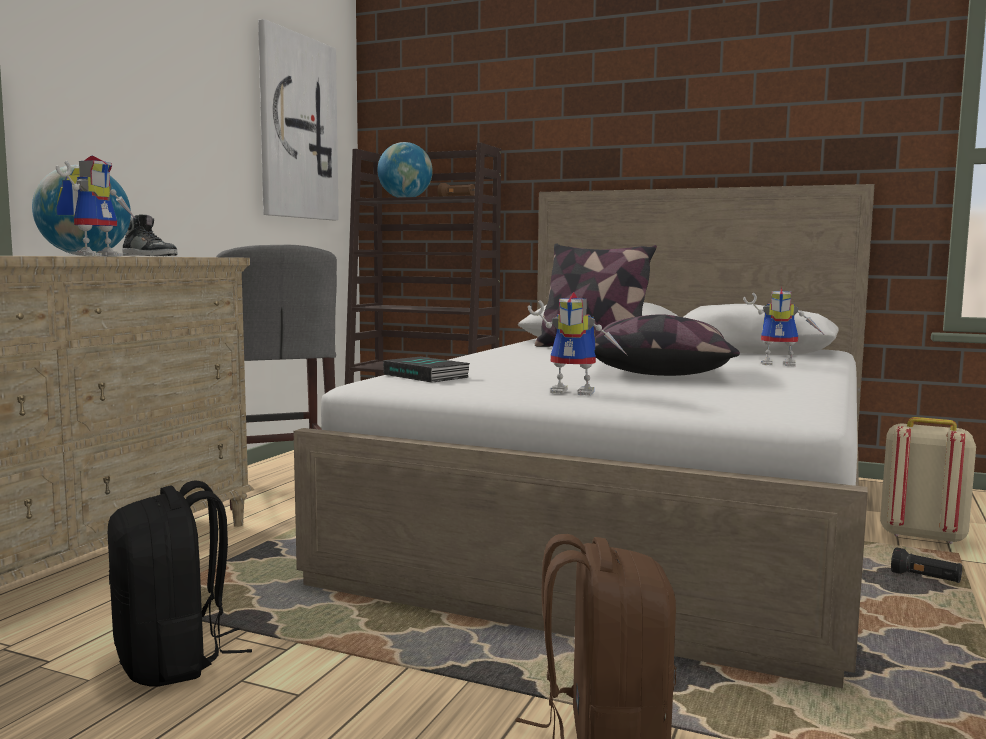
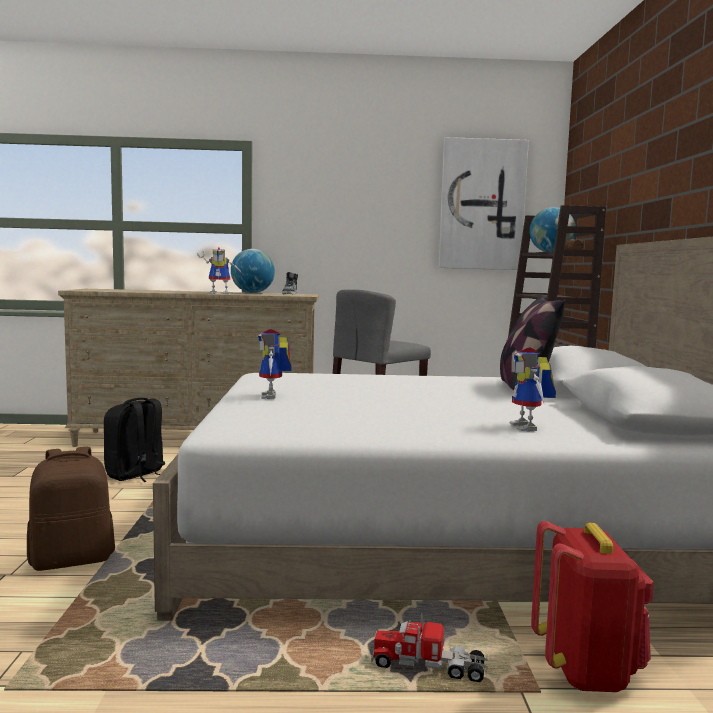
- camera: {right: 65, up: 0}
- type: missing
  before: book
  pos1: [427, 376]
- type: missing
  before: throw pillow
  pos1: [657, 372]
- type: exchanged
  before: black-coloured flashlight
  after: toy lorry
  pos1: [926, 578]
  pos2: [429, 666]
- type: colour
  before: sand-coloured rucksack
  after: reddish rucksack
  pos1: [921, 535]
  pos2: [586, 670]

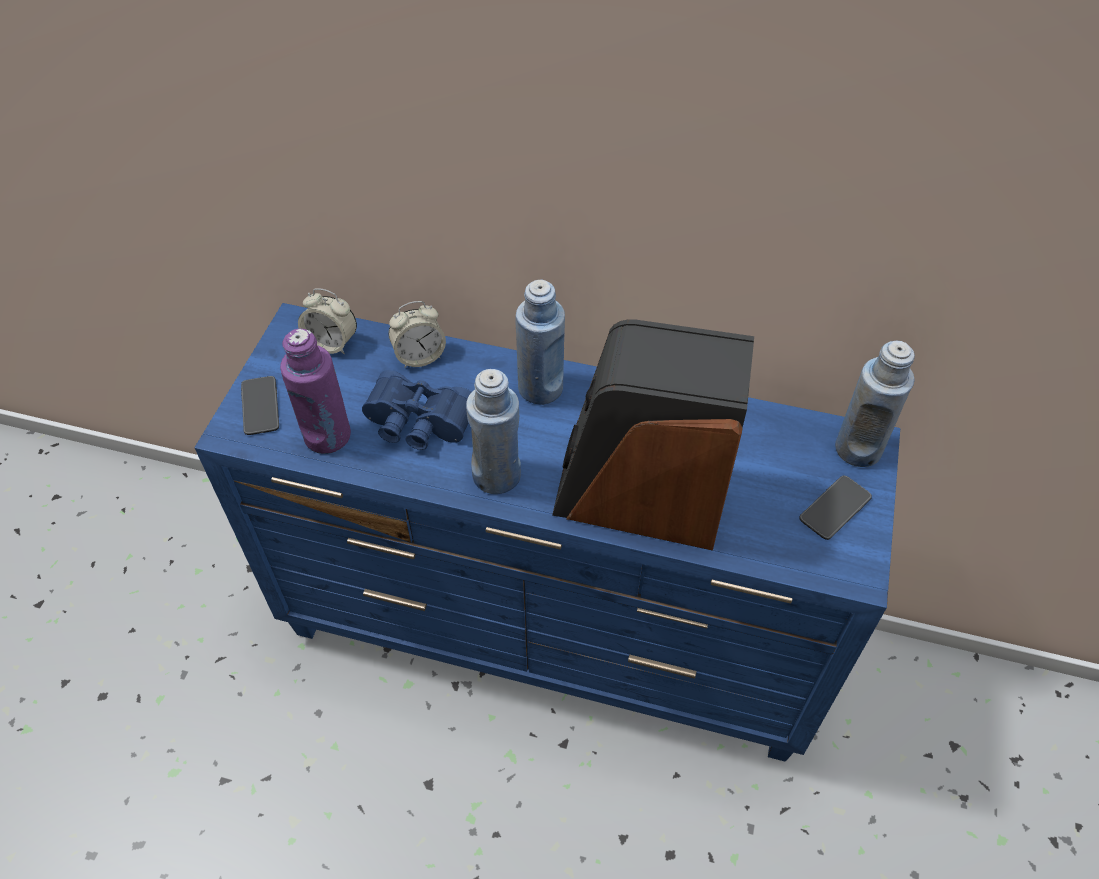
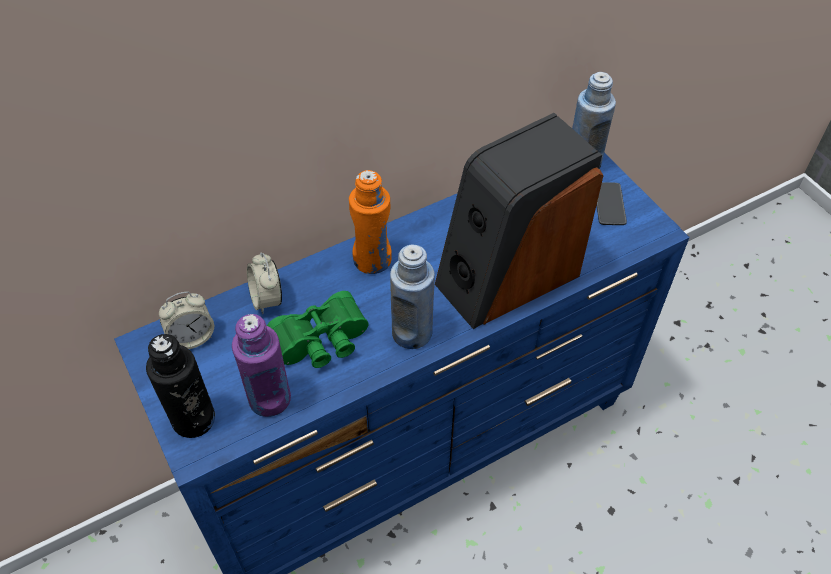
- camera: {right: -45, up: 0}
- type: exchanged
  before: handset
  after: black-coloured drink bottle
  pos1: [260, 406]
  pos2: [193, 419]
- type: colour
  before: blue-coloured pair of binoculars
  after: green-coloured pair of binoculars
  pos1: [417, 424]
  pos2: [322, 342]
- type: colour
  before: blue-coloured drink bottle
  after: orangey drink bottle
  pos1: [540, 388]
  pos2: [372, 260]
- type: spun
  before: table clock
  pos1: [419, 356]
  pos2: [267, 299]
  turn: 135

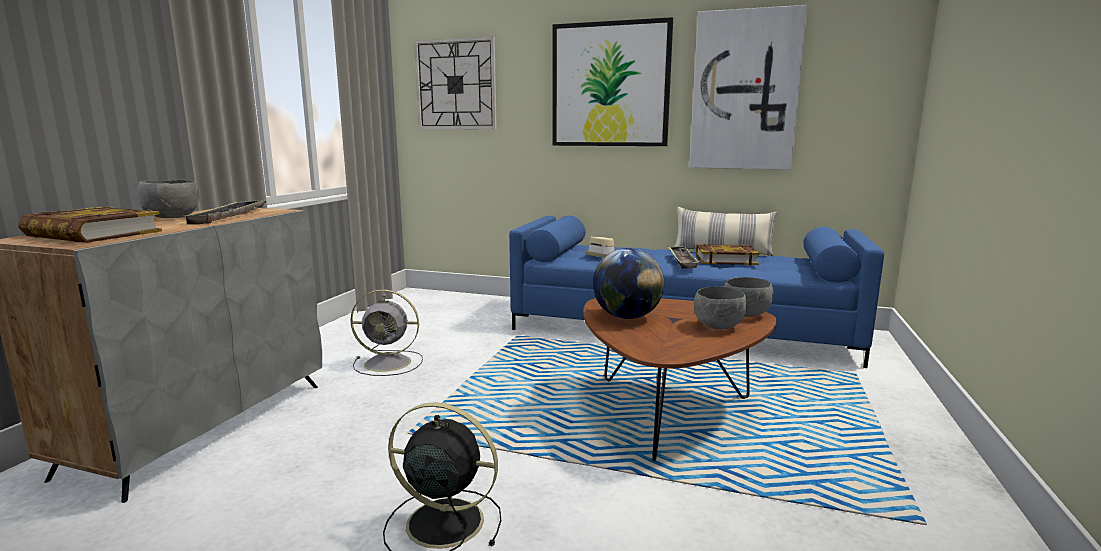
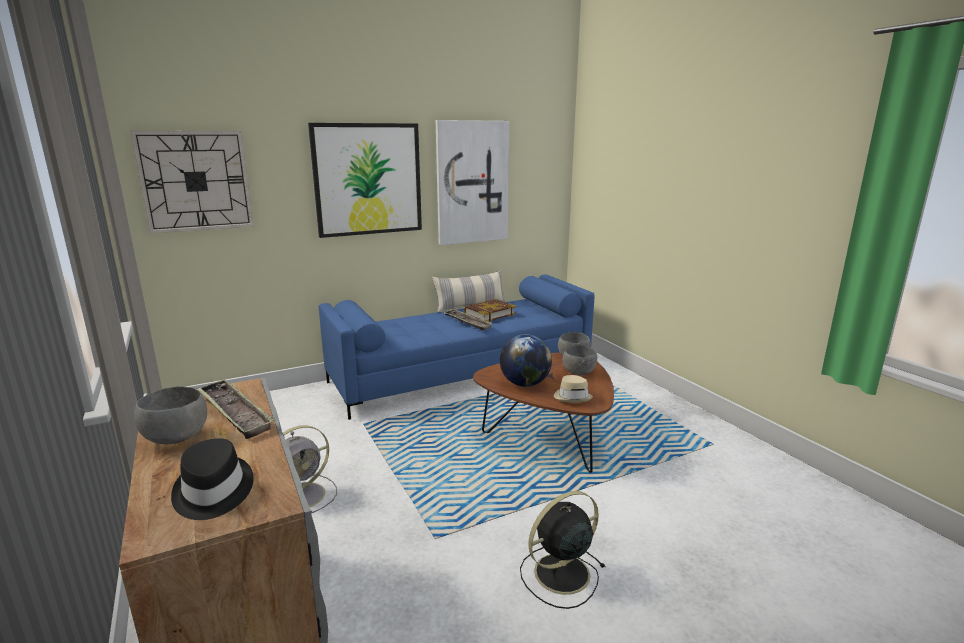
- camera: {right: -45, up: 5}
- type: relocated
  before: sand-coloured hat
  pos1: [603, 256]
  pos2: [572, 397]
- type: exchanged
  before: book
  after: black-coloured hat
  pos1: [93, 234]
  pos2: [212, 492]

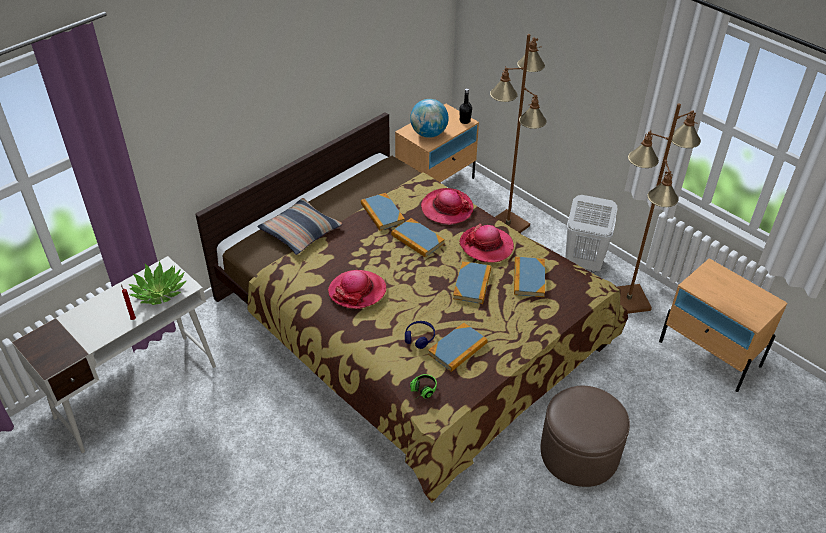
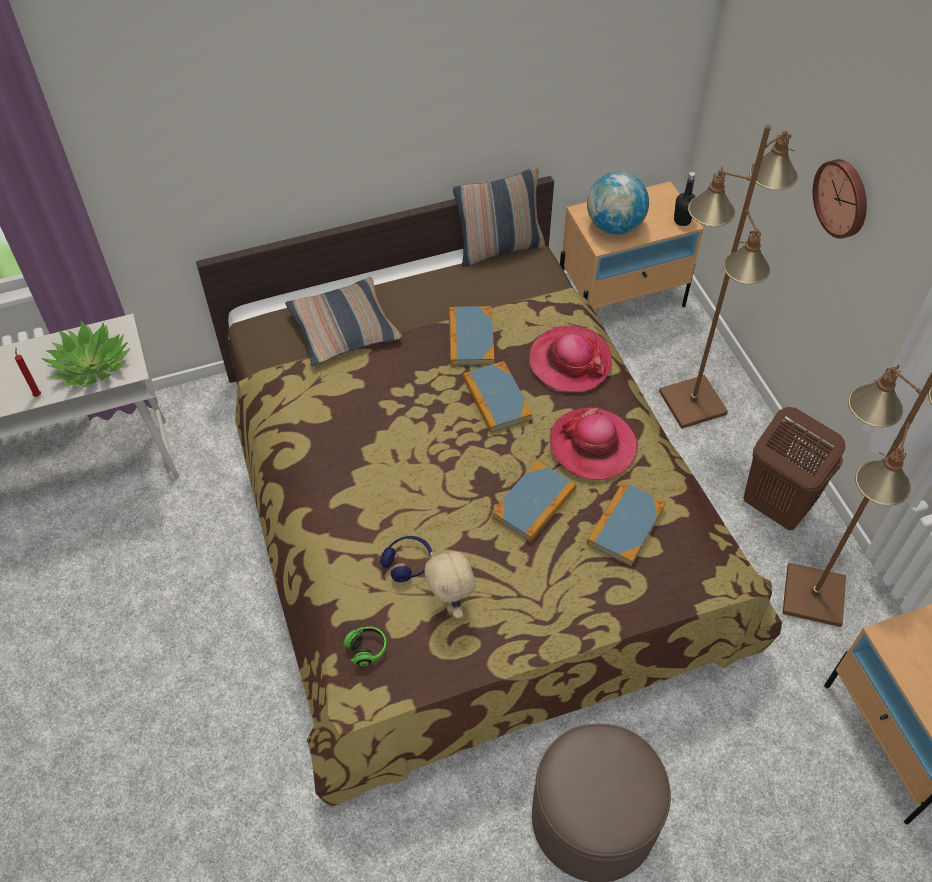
- camera: {right: 25, up: 10}
- type: missing
  before: hat
  pos1: [357, 291]
- type: appeared
  after: throw pillow
  pos2: [499, 248]
- type: appeared
  after: hanging clock
  pos2: [843, 198]
- type: exchanged
  before: book
  after: sand-coloured soft toy
  pos1: [457, 349]
  pos2: [451, 603]
- type: colour
  before: white-coloured hamper
  after: brownish hamper
  pos1: [582, 263]
  pos2: [774, 506]

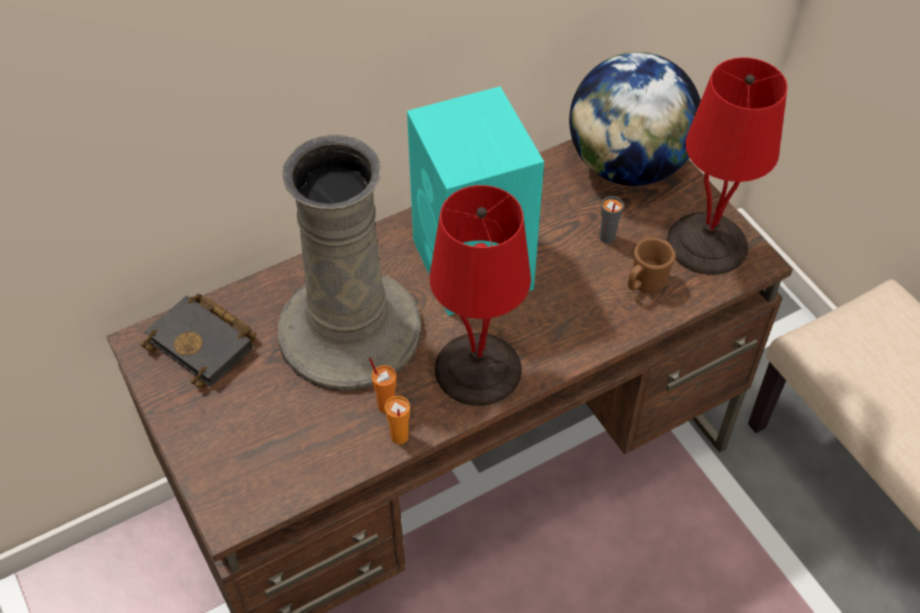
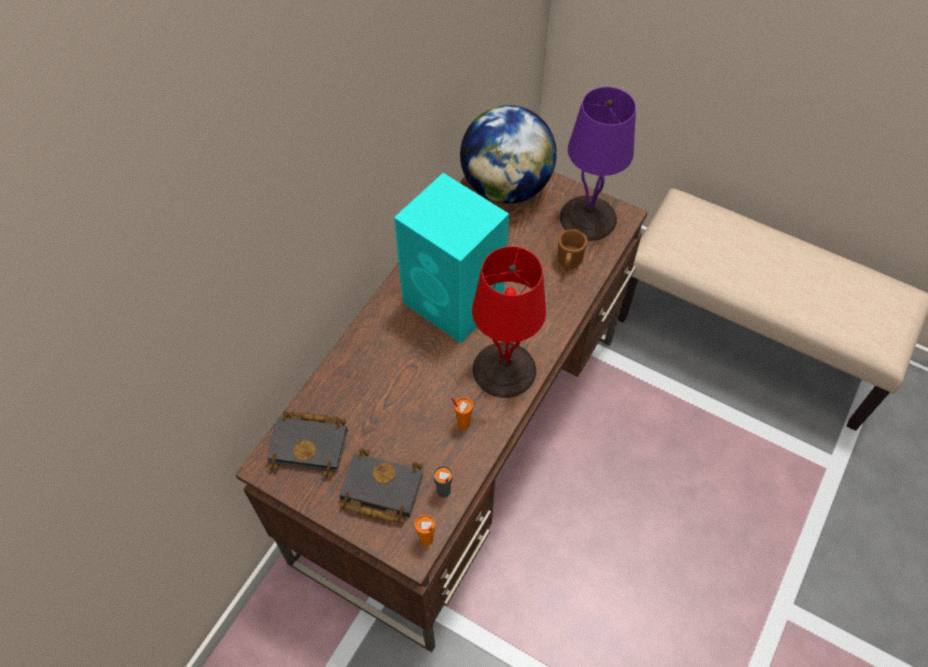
- camera: {right: -30, up: 5}
- type: missing
  before: sand-coloured flower vase
  pos1: [348, 330]
- type: appeared
  after: black-coloured book
  pos2: [379, 490]
- type: relocated
  before: orangey cup
  pos1: [399, 437]
  pos2: [426, 540]
- type: relocated
  before: grey cup
  pos1: [607, 238]
  pos2: [443, 491]
- type: colour
  before: reddish lamp for a table
  after: purple-coloured lamp for a table
  pos1: [708, 242]
  pos2: [588, 217]

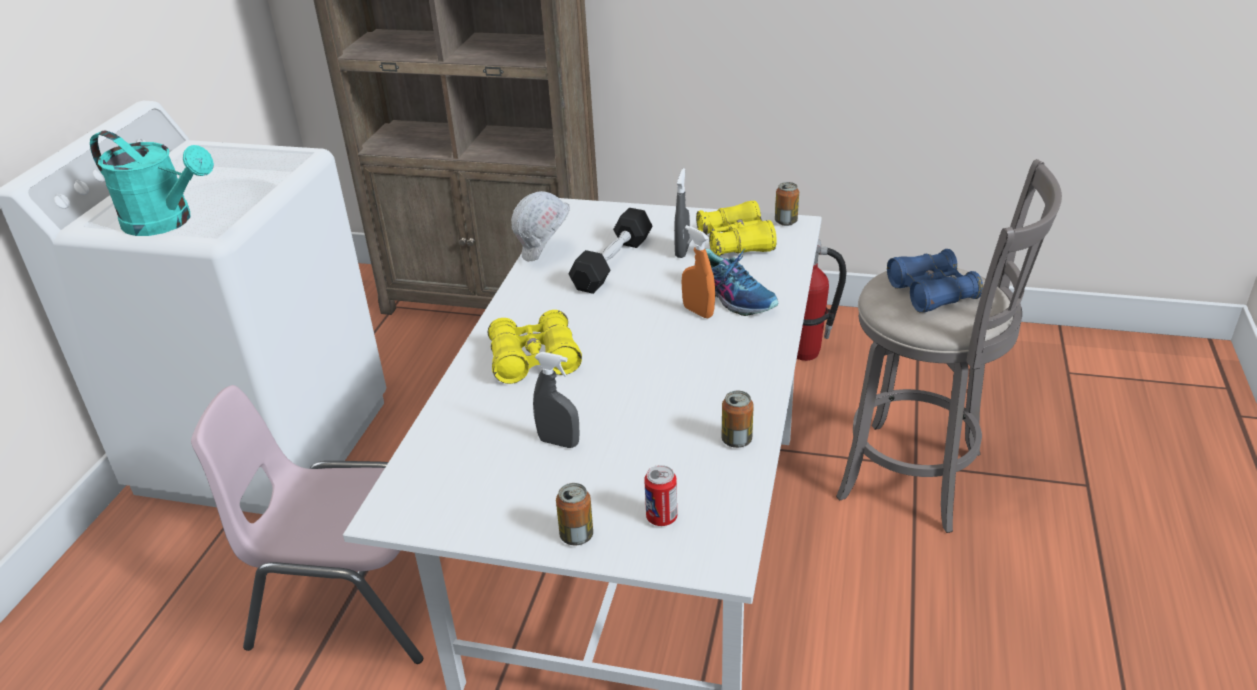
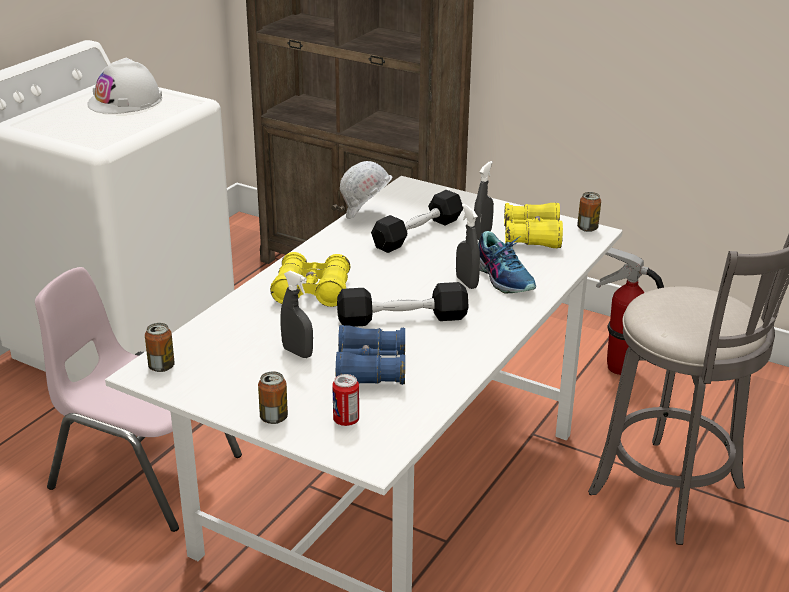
- camera: {right: 15, up: -5}
- type: missing
  before: turquoise-coloured watering can
  pos1: [167, 222]
- type: appeared
  after: white-coloured safety helmet
  pos2: [125, 101]
- type: appeared
  after: black-coloured hand weight
  pos2: [402, 318]
- type: relocated
  before: metal can
  pos1: [736, 440]
  pos2: [161, 366]
- type: relocated
  before: blue-coloured pair of binoculars
  pos1: [931, 292]
  pos2: [370, 369]
- type: colour
  before: orangey sprayer
  after: grey sprayer
  pos1: [698, 311]
  pos2: [466, 282]

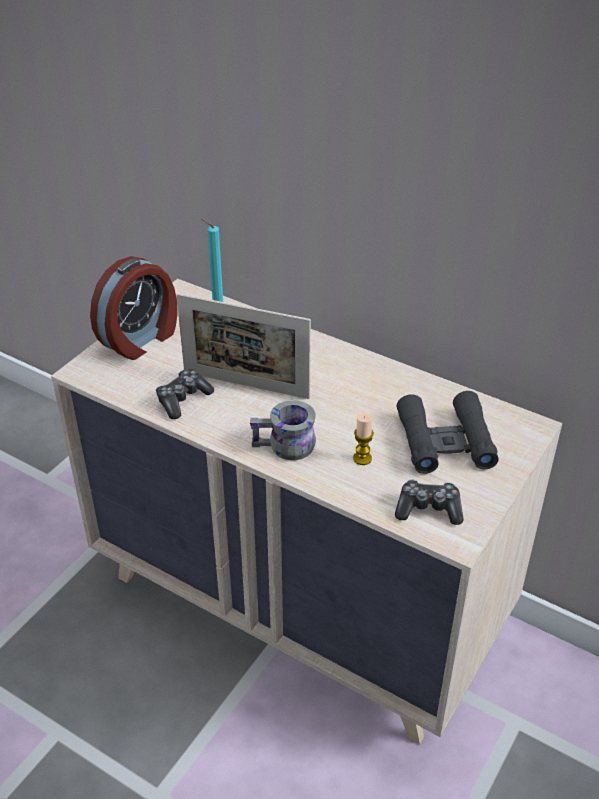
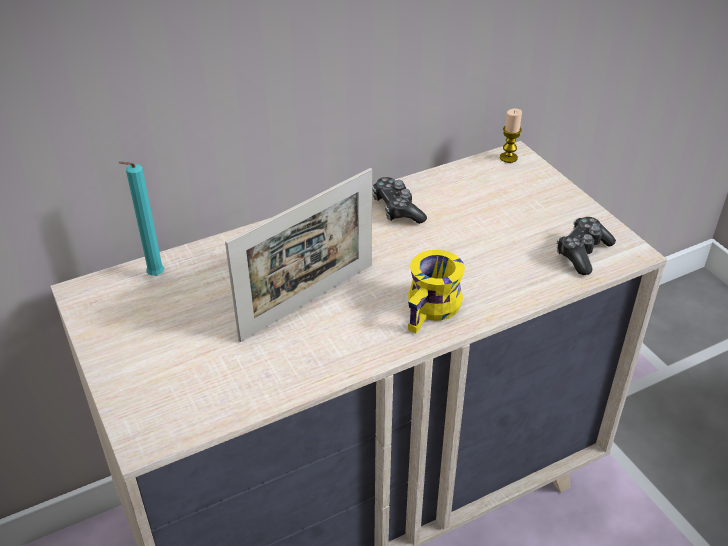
- camera: {right: -60, up: 0}
- type: missing
  before: table clock
  pos1: [141, 339]
- type: missing
  before: black-coloured pair of binoculars
  pos1: [445, 441]
- type: relocated
  before: joypad
  pos1: [183, 399]
  pos2: [397, 209]
- type: relocated
  before: wax light
  pos1: [362, 458]
  pos2: [508, 158]
- type: colour
  before: grey mug
  after: yellowish mug
  pos1: [285, 448]
  pos2: [434, 310]

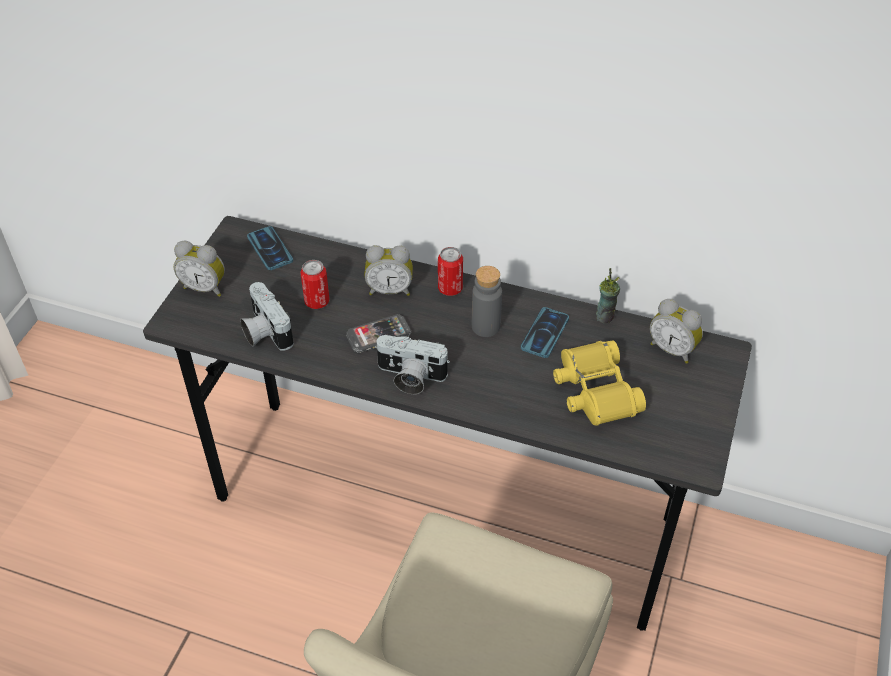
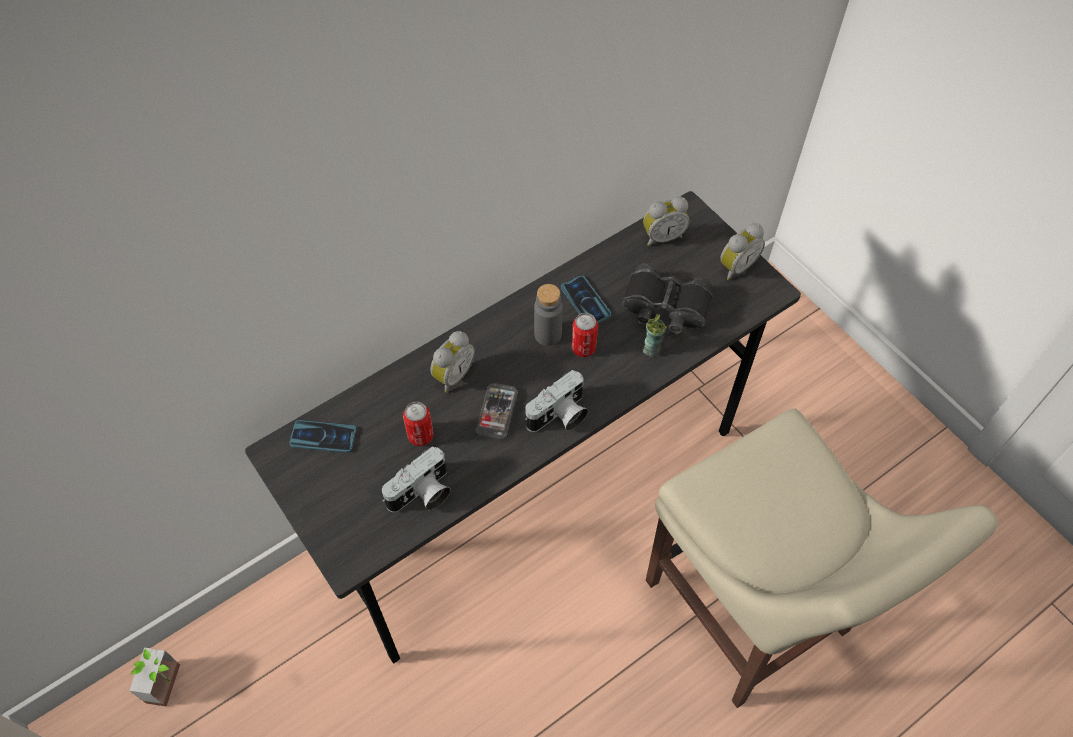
- camera: {right: -55, up: 10}
- type: appeared
  after: potted plant
  pos2: [172, 685]
- type: relocated
  before: table clock
  pos1: [205, 287]
  pos2: [735, 266]
- type: relocated
  before: metal can
  pos1: [450, 288]
  pos2: [583, 348]
- type: relocated
  before: cup
  pos1: [605, 316]
  pos2: [652, 349]
- type: colour
  before: yellowish pair of binoculars
  after: black-coloured pair of binoculars
  pos1: [594, 391]
  pos2: [665, 307]
- type: spun
  before: photo camera
  pos1: [264, 331]
  pos2: [422, 494]
  turn: -45

